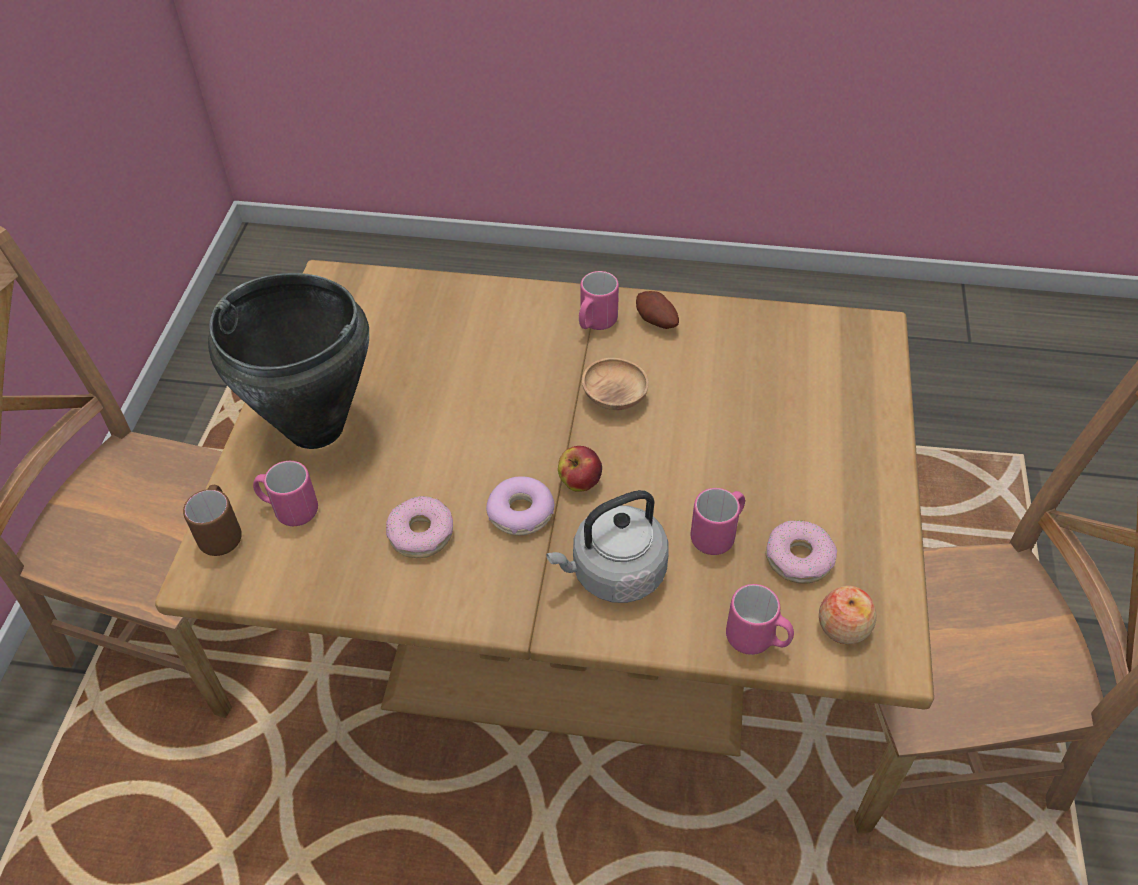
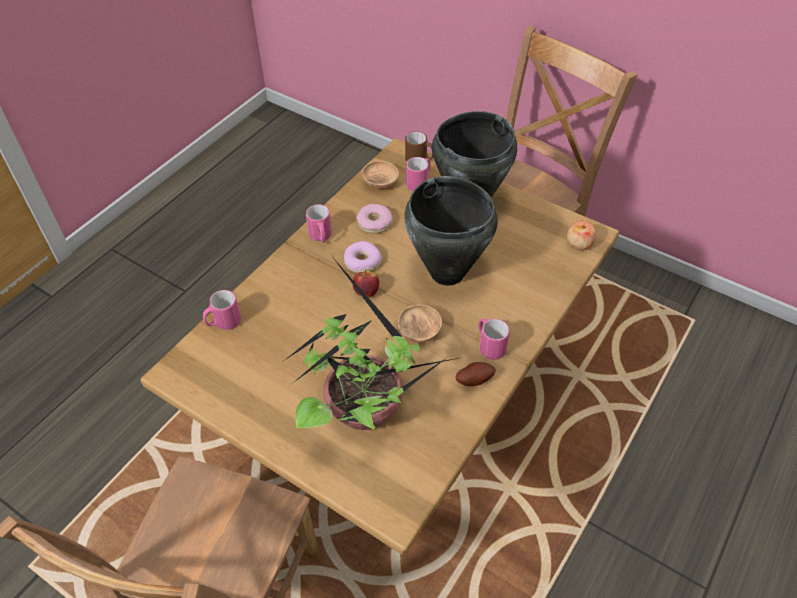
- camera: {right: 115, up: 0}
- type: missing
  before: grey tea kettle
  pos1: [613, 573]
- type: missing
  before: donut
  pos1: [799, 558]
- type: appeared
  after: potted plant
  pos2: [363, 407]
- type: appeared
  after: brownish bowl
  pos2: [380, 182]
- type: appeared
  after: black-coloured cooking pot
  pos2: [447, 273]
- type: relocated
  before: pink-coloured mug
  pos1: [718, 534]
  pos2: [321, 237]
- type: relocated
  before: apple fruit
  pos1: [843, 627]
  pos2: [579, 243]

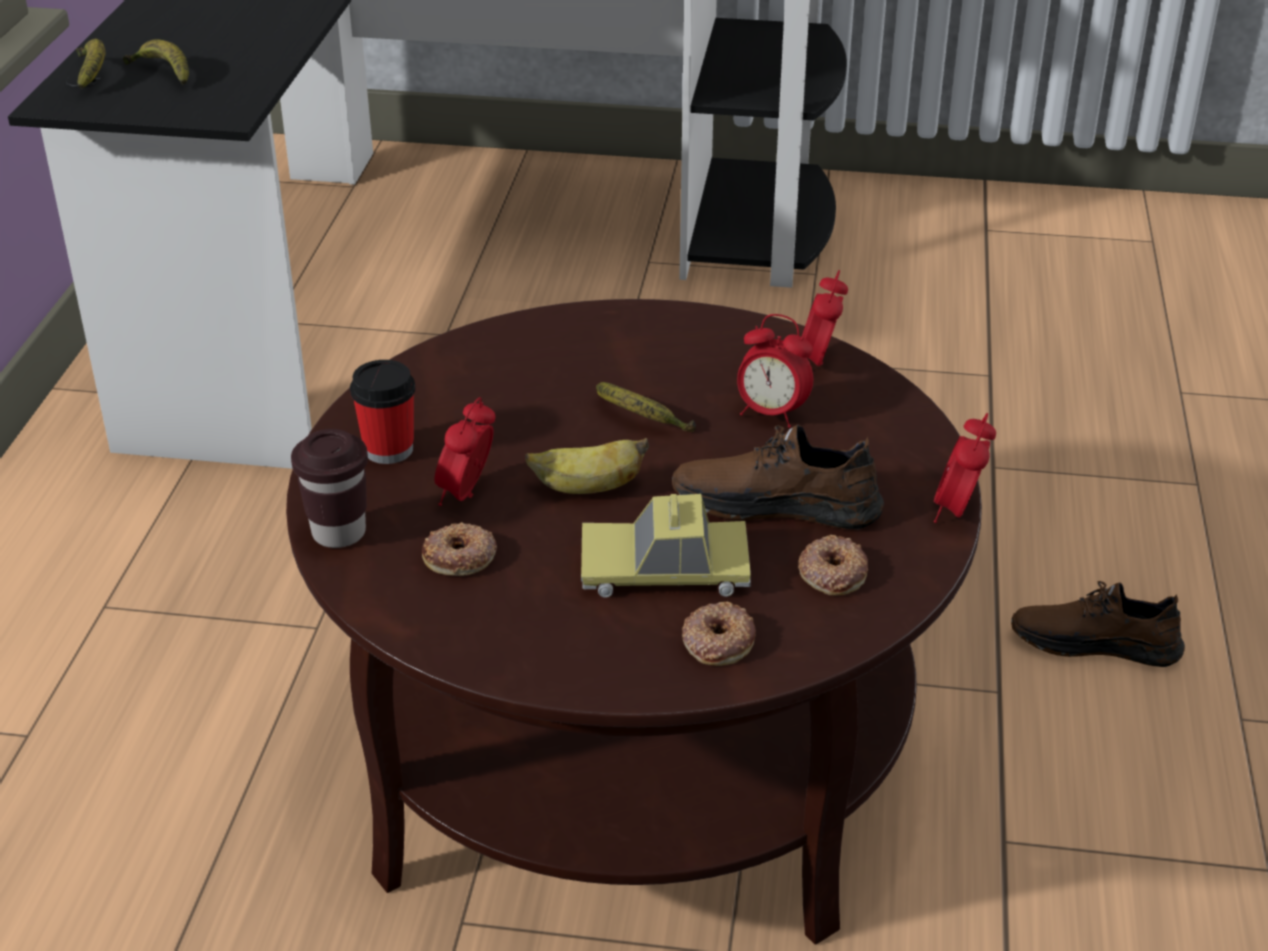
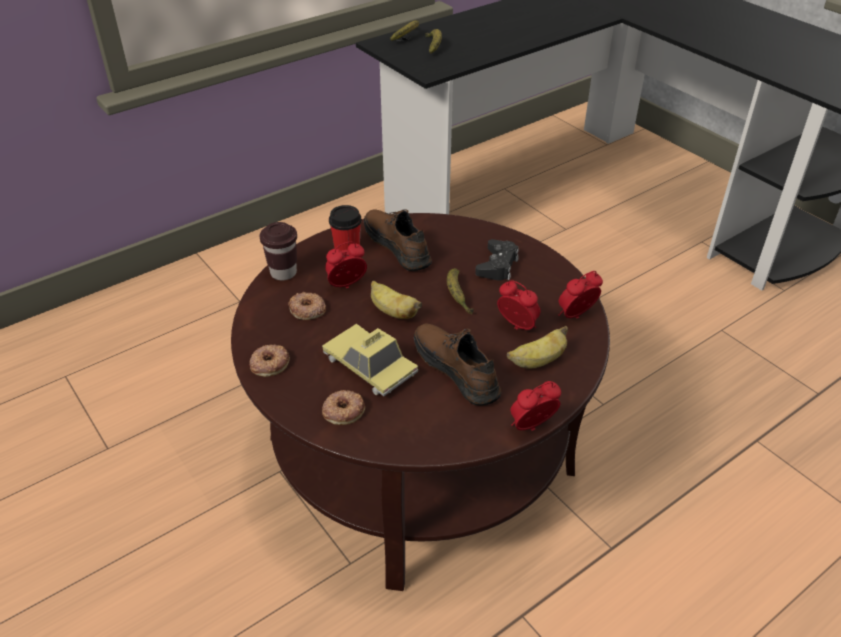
- camera: {right: 45, up: 5}
- type: appeared
  after: black-coloured joypad
  pos2: [497, 265]
- type: appeared
  after: banana fruit
  pos2: [537, 361]
- type: relocated
  before: donut
  pos1: [832, 572]
  pos2: [269, 363]
- type: relocated
  before: brownish low shoe
  pos1: [1095, 643]
  pos2: [397, 245]
- type: spun
  before: table clock
  pos1: [771, 414]
  pos2: [517, 327]
  turn: 150

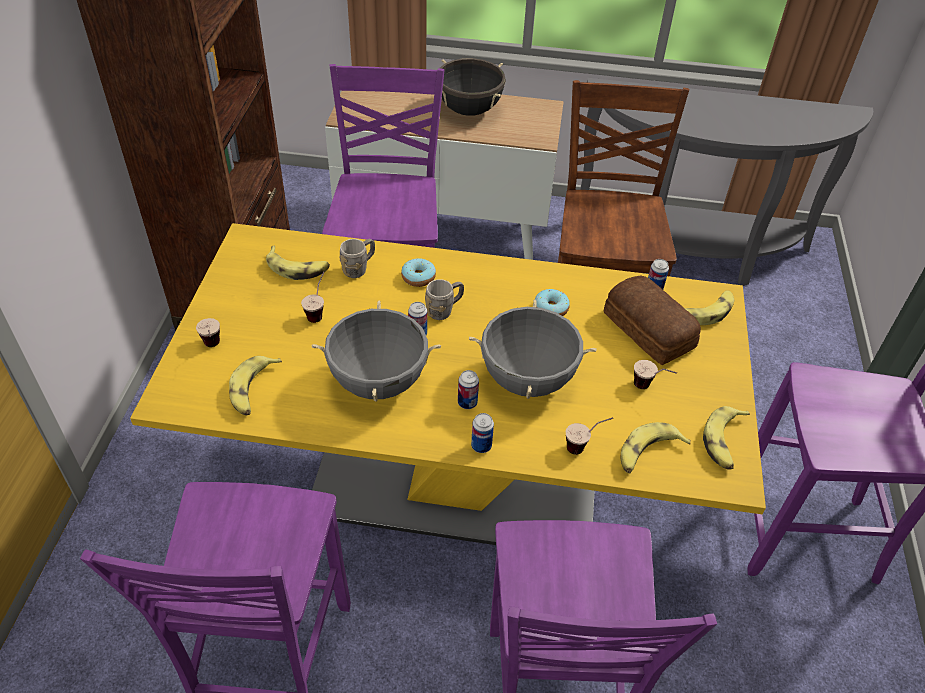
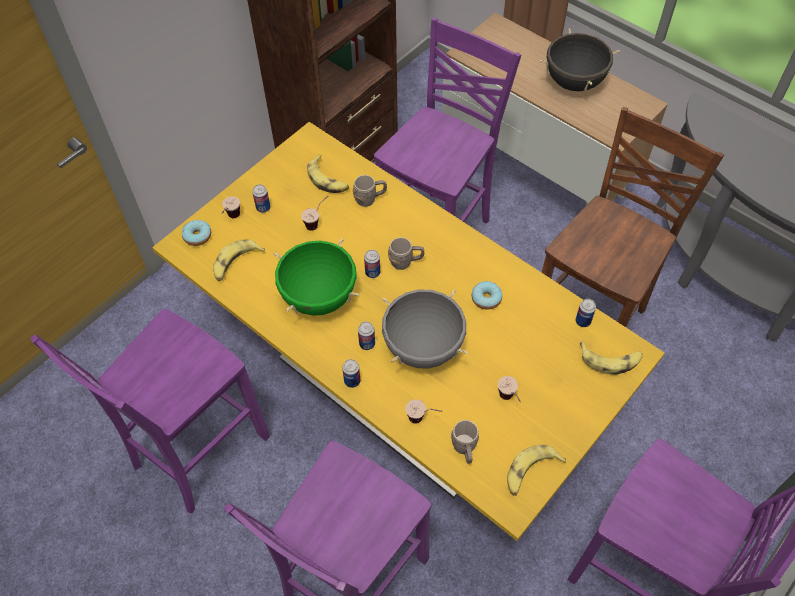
- camera: {right: 35, up: 10}
- type: missing
  before: baked bread
  pos1: [648, 331]
- type: appeared
  after: metal can
  pos2: [263, 208]
- type: relocated
  before: donut
  pos1: [418, 277]
  pos2: [197, 236]
- type: exchanged
  before: banana fruit
  after: grey mug
  pos1: [648, 453]
  pos2: [465, 449]
- type: colour
  before: grey cooking pot
  after: green-coloured cooking pot
  pos1: [378, 381]
  pos2: [319, 297]

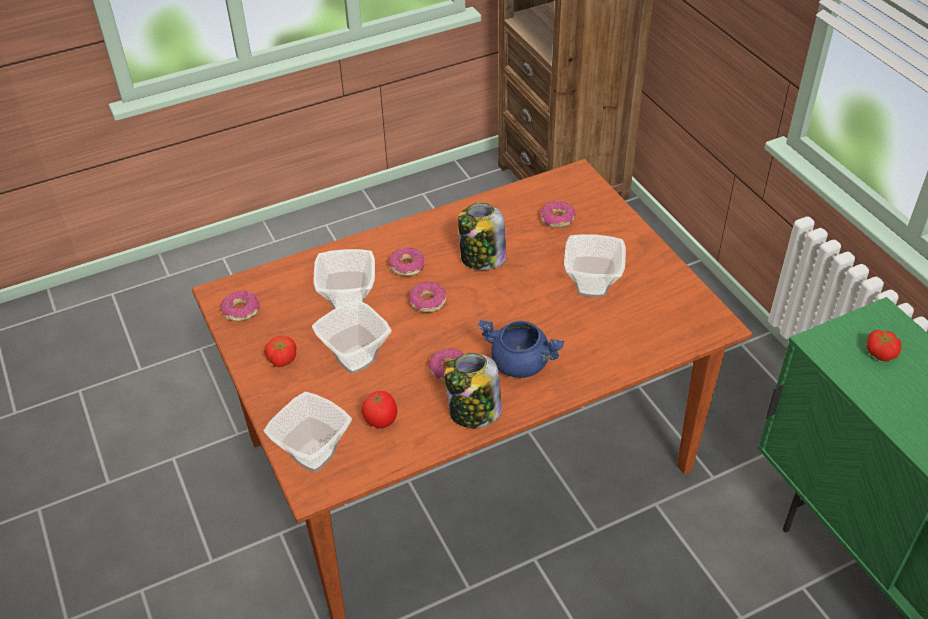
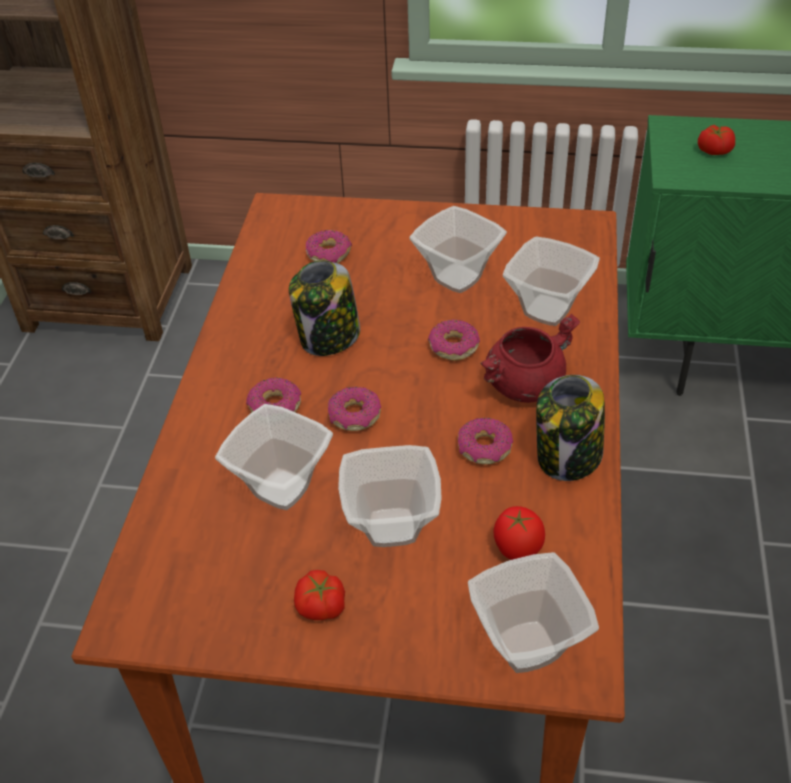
- camera: {right: -55, up: 0}
- type: appeared
  after: bowl
  pos2: [545, 311]
- type: relocated
  before: donut
  pos1: [241, 310]
  pos2: [453, 346]
- type: colour
  before: blue-coloured cooking pot
  after: reddish cooking pot
  pos1: [520, 363]
  pos2: [524, 384]

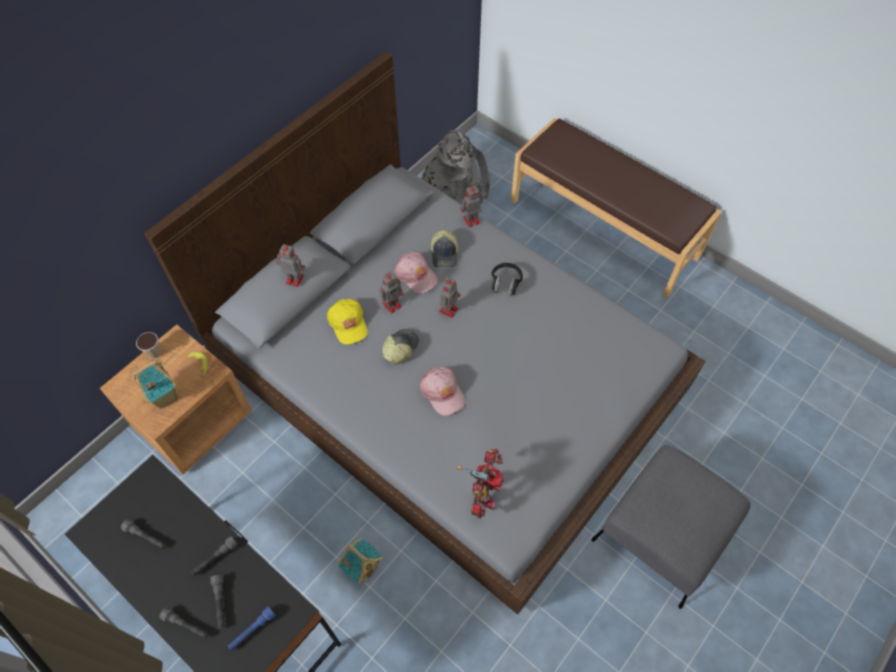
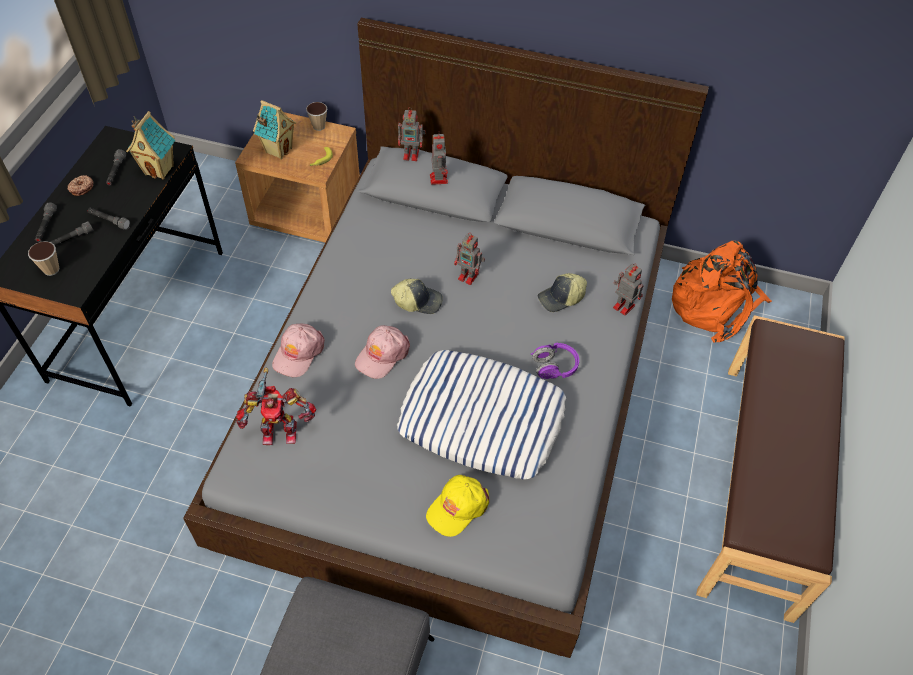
- camera: {right: 65, up: -5}
- type: appeared
  after: donut
  pos2: [81, 188]
- type: appeared
  after: throw pillow
  pos2: [482, 419]
- type: relocated
  before: yellowish cap
  pos1: [348, 323]
  pos2: [457, 507]
- type: relocated
  before: miniature house
  pos1: [362, 568]
  pos2: [160, 169]
- type: relocated
  before: pink-coloured cap
  pos1: [416, 275]
  pos2: [298, 353]
- type: relocated
  before: robot figure
  pos1: [449, 309]
  pos2: [412, 155]
- type: exchanged
  before: blue-coloured flashlight
  after: cup
  pos1: [252, 630]
  pos2: [51, 269]
- type: colour
  before: grey rucksack
  after: orangey rucksack
  pos1: [454, 183]
  pos2: [715, 305]
- type: colour
  before: black-coloured pair of headphones
  after: purple-coloured pair of headphones
  pos1: [505, 284]
  pos2: [554, 367]

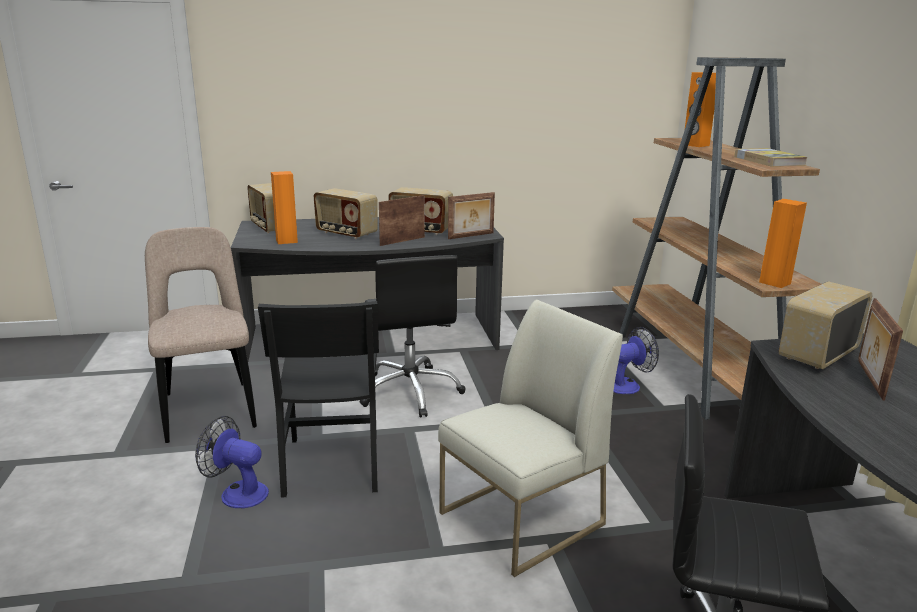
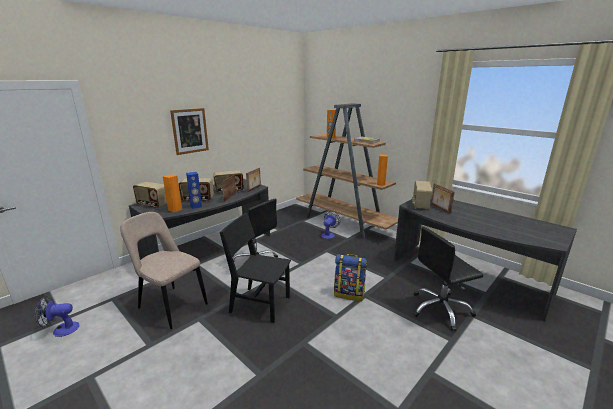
- camera: {right: -35, up: 0}
- type: appeared
  after: wall picture
  pos2: [190, 131]
- type: appeared
  after: blue-coloured speaker
  pos2: [196, 206]
- type: relocated
  before: electric fan
  pos1: [237, 492]
  pos2: [61, 330]
- type: exchanged
  before: white-coloured upright chair
  after: rucksack
  pos1: [521, 520]
  pos2: [349, 294]
- type: spun
  before: black-coloured upright chair
  pos1: [332, 464]
  pos2: [260, 304]
  turn: 150

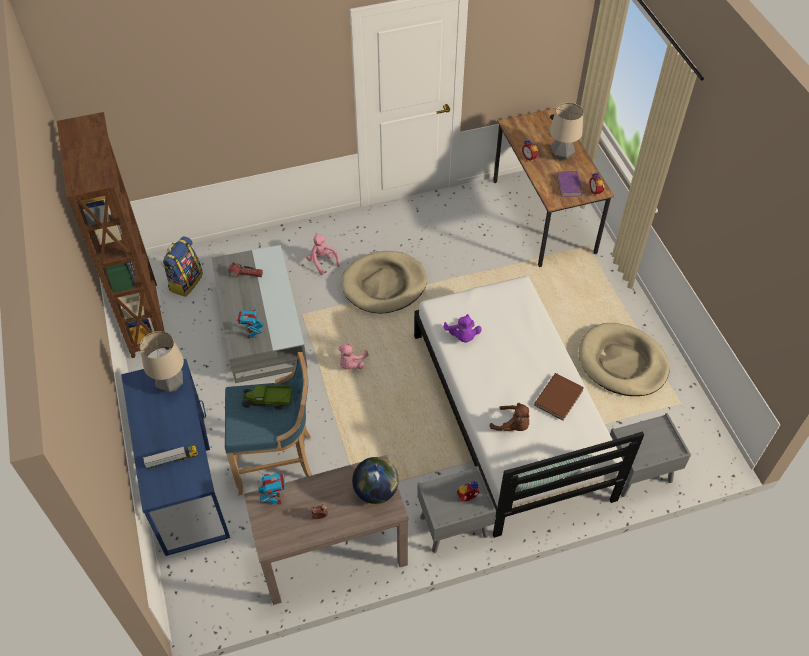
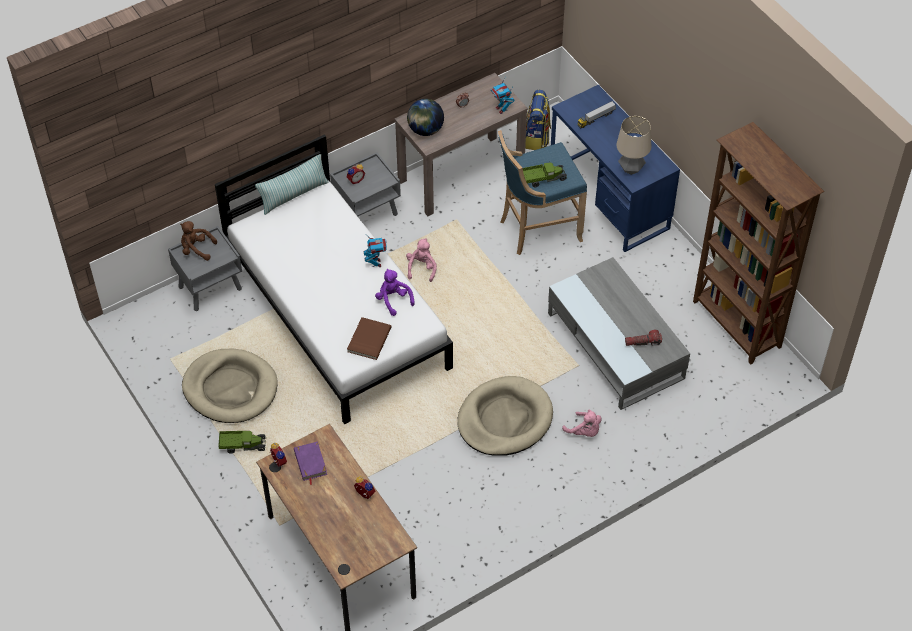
- camera: {right: 165, up: 0}
- type: missing
  before: lamp for a table
  pos1: [561, 156]
- type: appeared
  after: toy lorry
  pos2: [242, 445]
- type: relocated
  before: rucksack
  pos1: [185, 282]
  pos2: [537, 138]
- type: relocated
  before: robot figure
  pos1: [252, 334]
  pos2: [376, 263]
- type: relocated
  before: pink-coloured soft toy
  pos1: [351, 363]
  pos2: [421, 268]
- type: relocated
  before: brownish soft toy
  pos1: [512, 425]
  pos2: [196, 249]
- type: relocated
  before: brownish book
  pos1: [559, 398]
  pos2: [368, 339]

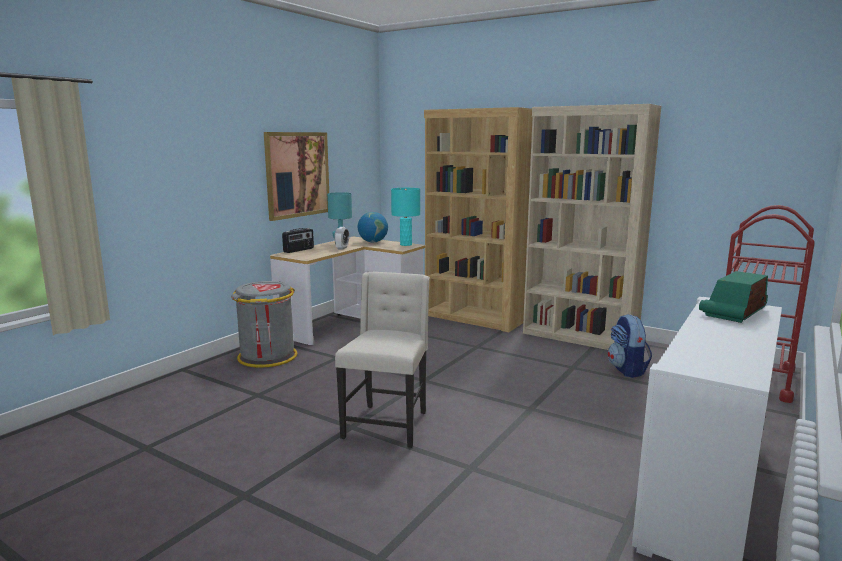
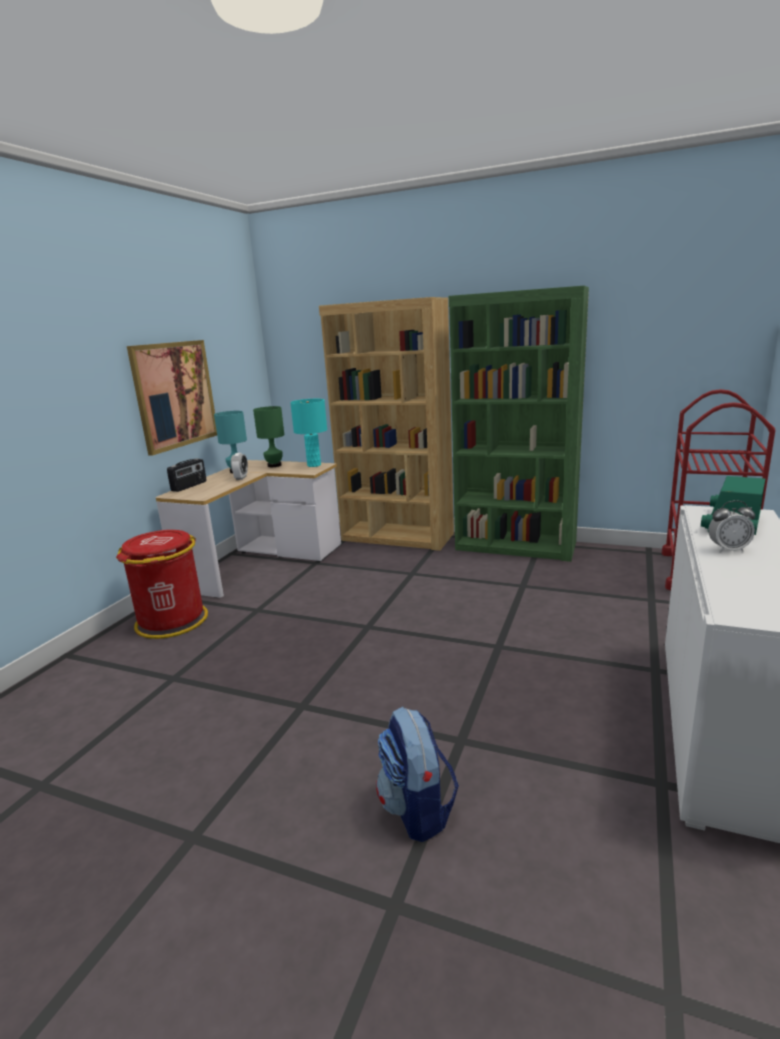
- camera: {right: -10, up: 5}
- type: missing
  before: sand-coloured upright chair
  pos1: [387, 424]
- type: appeared
  after: table clock
  pos2: [728, 549]
- type: relocated
  before: rucksack
  pos1: [627, 370]
  pos2: [417, 810]
- type: exchanged
  before: globe
  after: green-coloured lamp for a table
  pos1: [373, 242]
  pos2: [274, 465]
- type: colour
  before: grey waste bin
  after: reddish waste bin
  pos1: [267, 357]
  pos2: [172, 621]
- type: colour
  before: sand-coloured bookshelf
  after: green-coloured bookshelf
  pos1: [580, 337]
  pos2: [515, 546]

